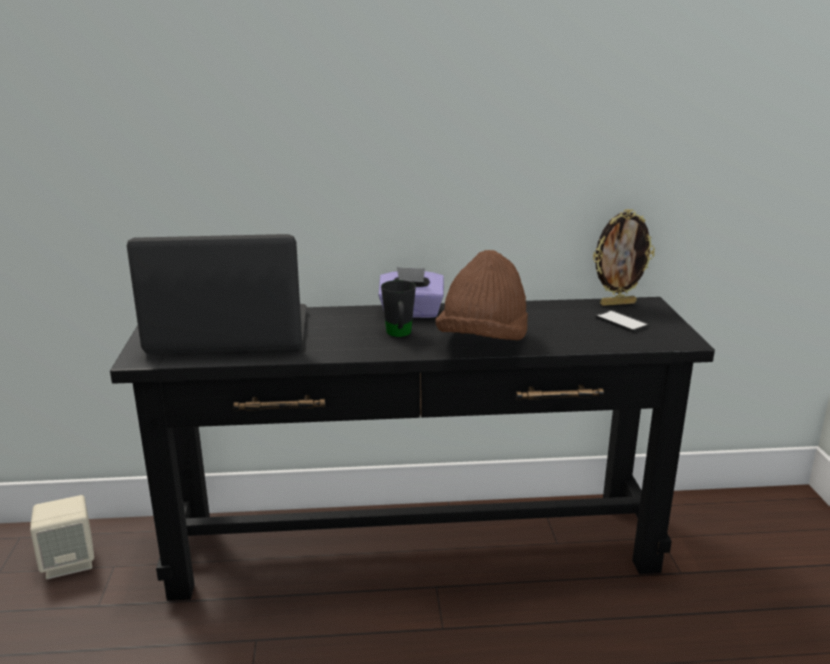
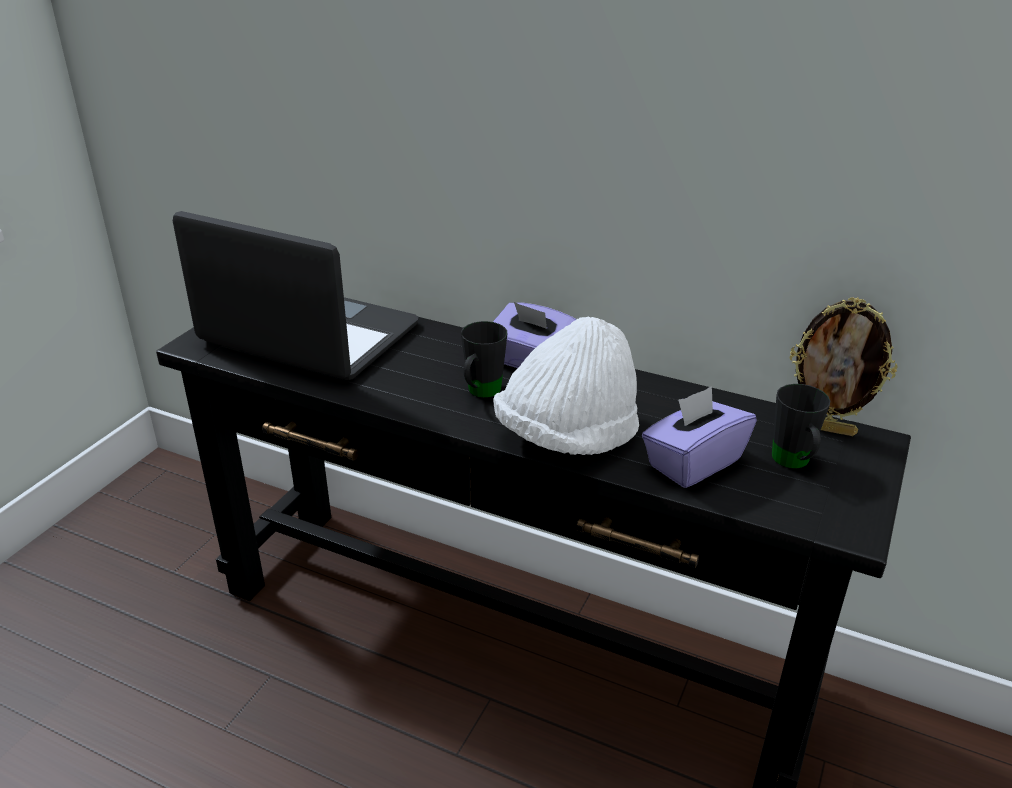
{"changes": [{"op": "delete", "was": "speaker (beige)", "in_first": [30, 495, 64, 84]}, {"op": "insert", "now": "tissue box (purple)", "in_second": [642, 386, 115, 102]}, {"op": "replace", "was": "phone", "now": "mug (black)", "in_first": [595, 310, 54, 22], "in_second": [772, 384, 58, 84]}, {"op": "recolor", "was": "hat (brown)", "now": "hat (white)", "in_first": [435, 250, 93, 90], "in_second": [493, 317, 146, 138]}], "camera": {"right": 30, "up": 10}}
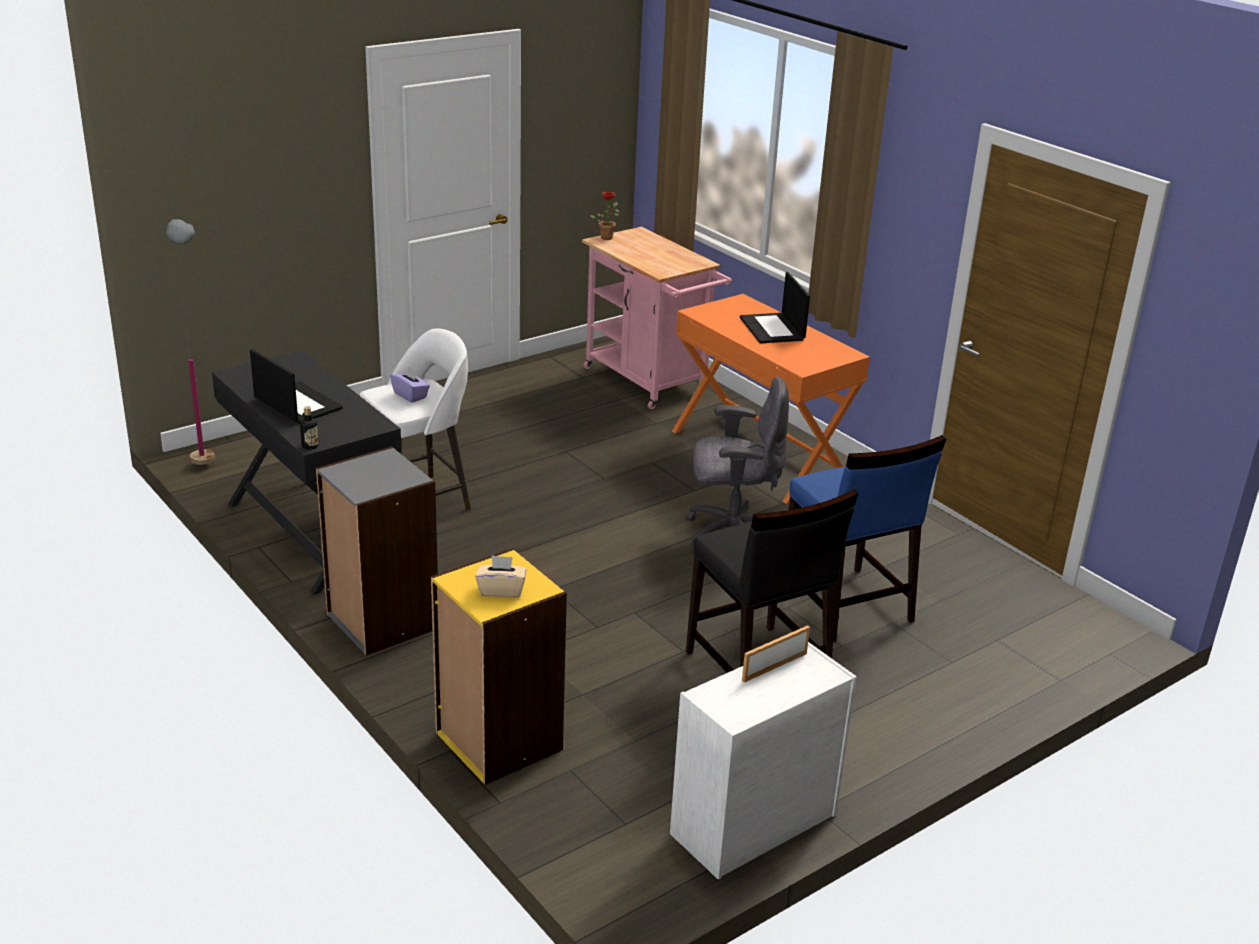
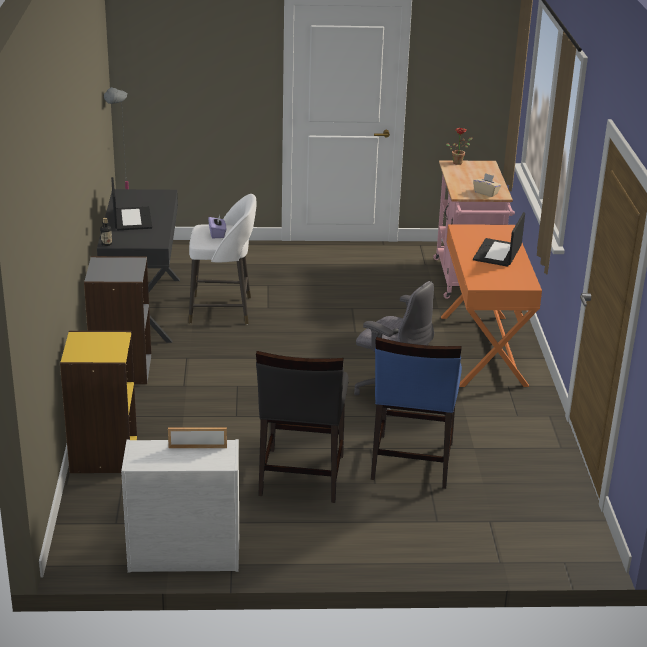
{"changes": [{"op": "move", "was": "tissue box (beige)", "in_first": [475, 555, 52, 43], "in_second": [473, 173, 28, 24]}], "camera": {"right": 35, "up": 0}}
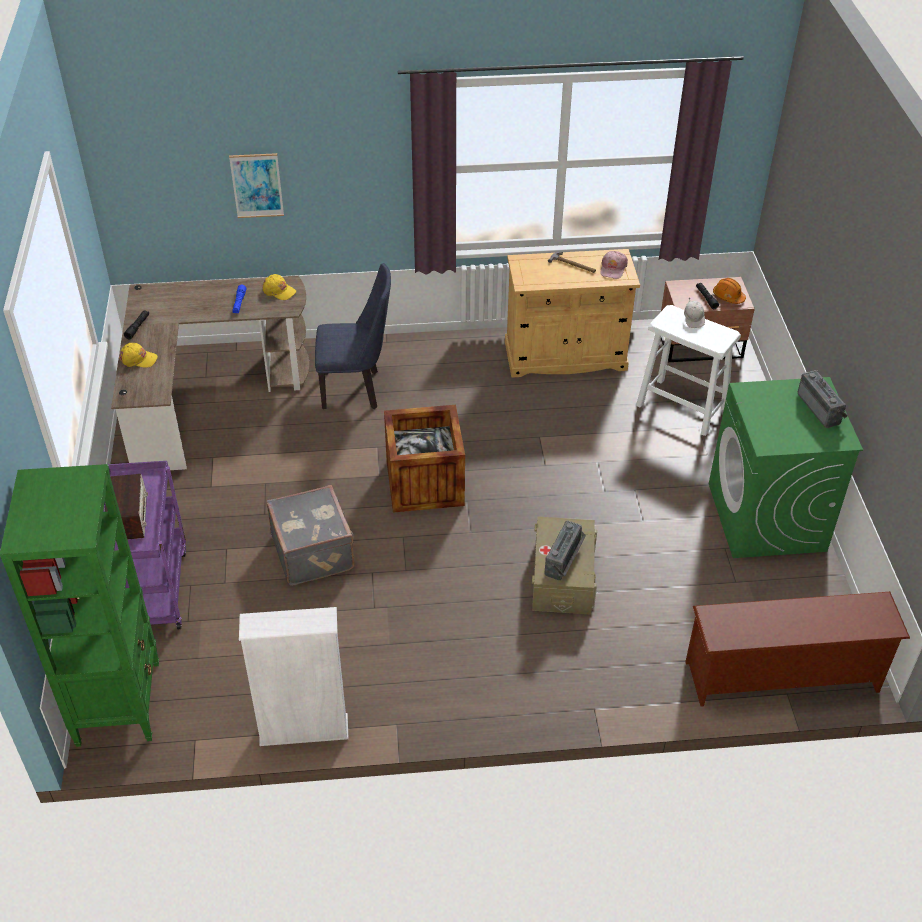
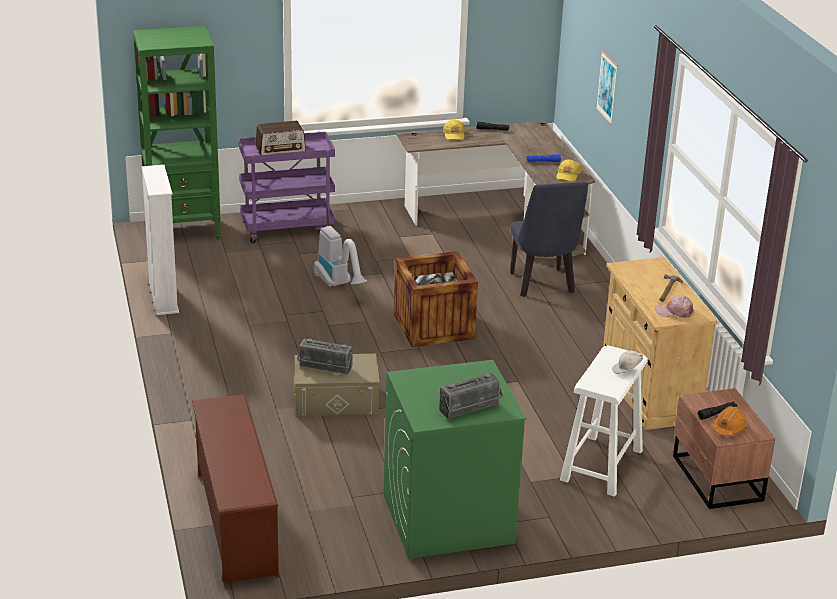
{"changes": [{"op": "replace", "was": "suitcase (grey)", "now": "vacuum cleaner", "in_first": [266, 485, 88, 101], "in_second": [314, 226, 53, 61]}], "camera": {"right": 80, "up": -15}}
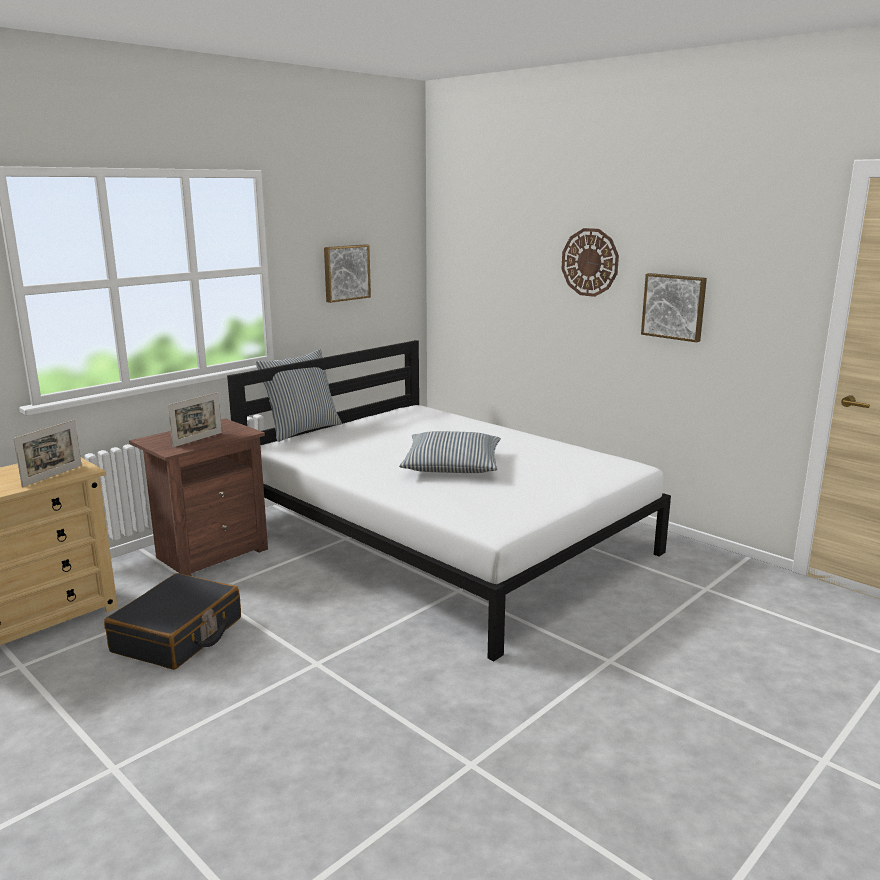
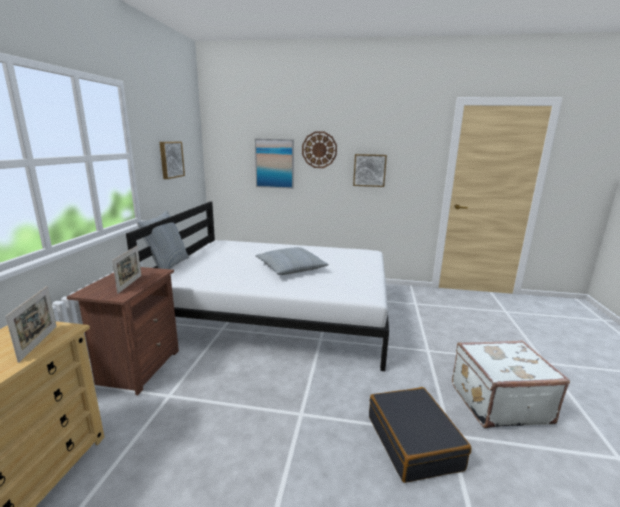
{"changes": [{"op": "insert", "now": "picture", "in_second": [255, 139, 39, 50]}, {"op": "insert", "now": "suitcase (white)", "in_second": [452, 340, 118, 88]}, {"op": "move", "was": "suitcase (black)", "in_first": [104, 573, 137, 97], "in_second": [369, 387, 102, 96]}], "camera": {"right": -35, "up": 0}}
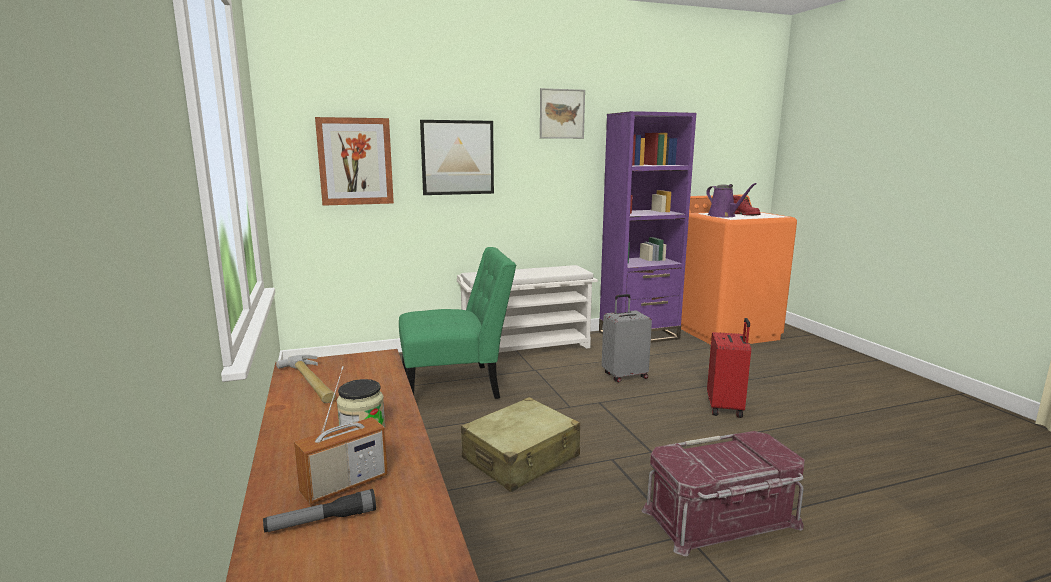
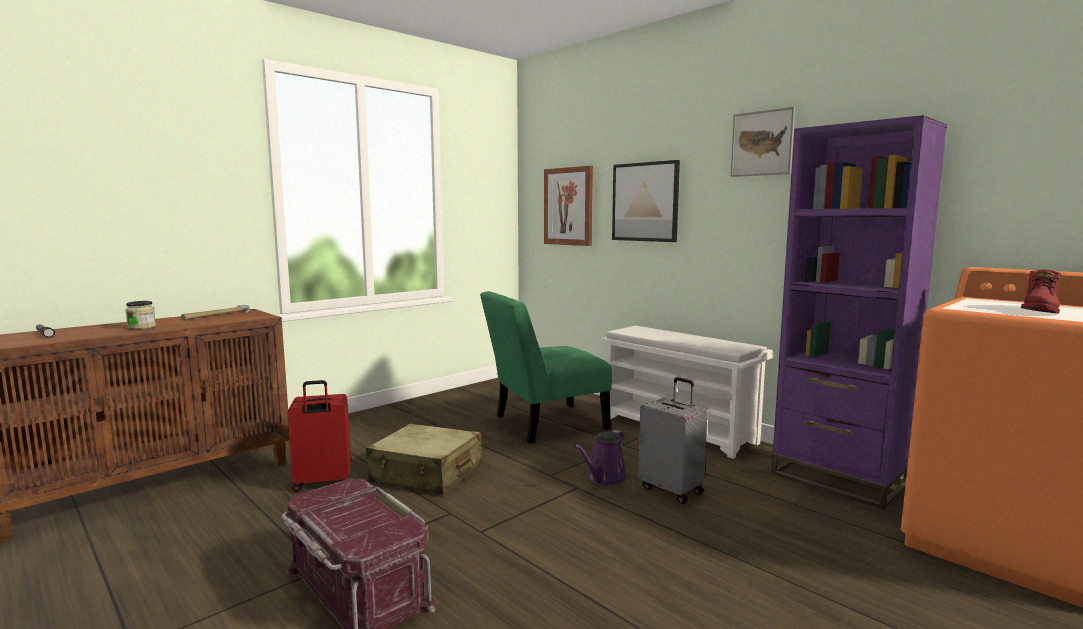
{"changes": [{"op": "delete", "was": "radio", "in_first": [294, 366, 94, 138]}, {"op": "move", "was": "watering can (purple)", "in_first": [706, 183, 51, 34], "in_second": [575, 430, 52, 56]}, {"op": "move", "was": "suitcase (red)", "in_first": [707, 318, 44, 100], "in_second": [287, 380, 64, 112]}, {"op": "rotate", "was": "chair (green)", "in_first": [399, 247, 117, 152], "in_second": [480, 291, 132, 153], "clockwise": 105}], "camera": {"right": 65, "up": -5}}
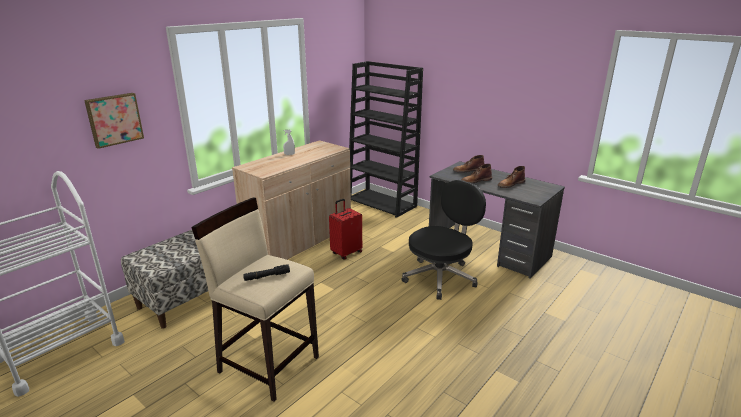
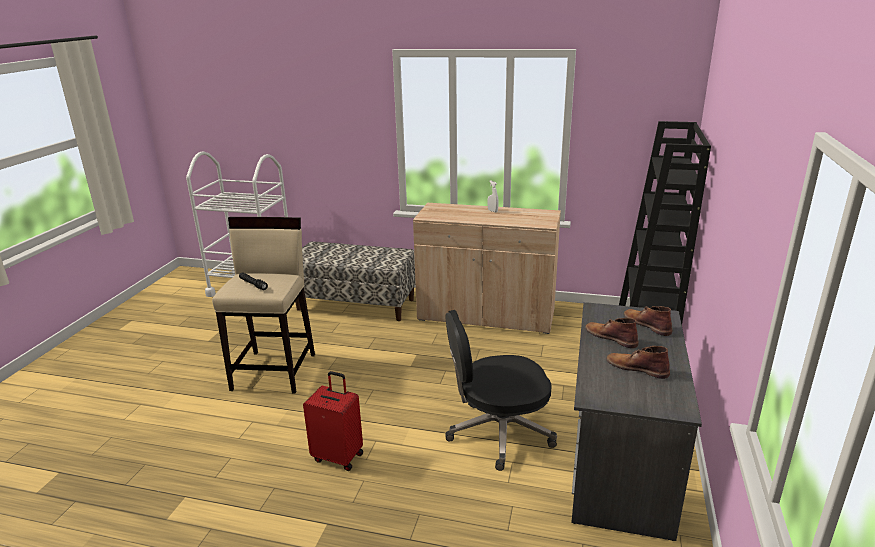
{"changes": [{"op": "delete", "was": "picture", "in_first": [84, 93, 60, 56]}, {"op": "move", "was": "suitcase (red)", "in_first": [329, 199, 33, 61], "in_second": [303, 371, 60, 100]}, {"op": "rotate", "was": "office chair (black)", "in_first": [402, 180, 84, 120], "in_second": [446, 310, 111, 161], "clockwise": 150}], "camera": {"right": 65, "up": 0}}
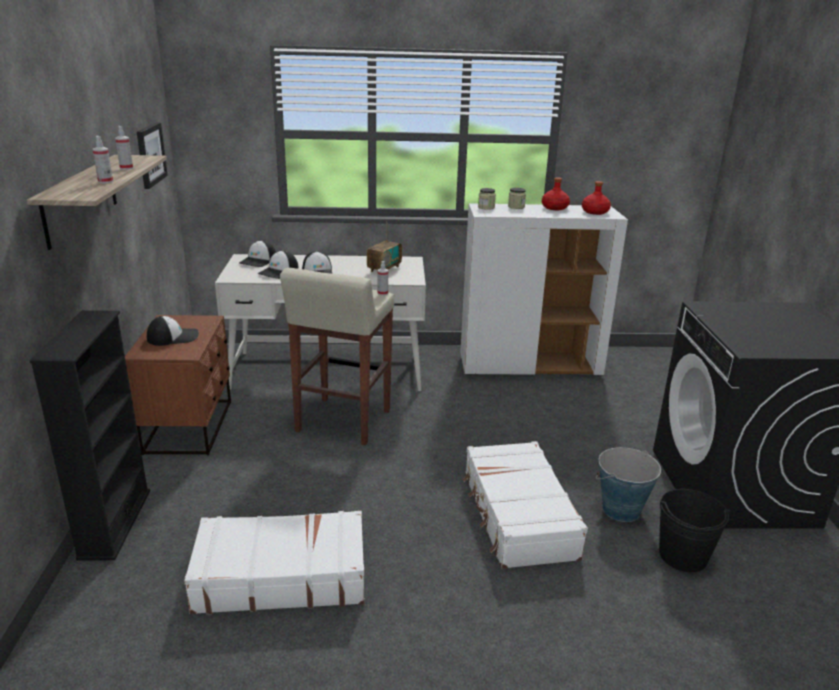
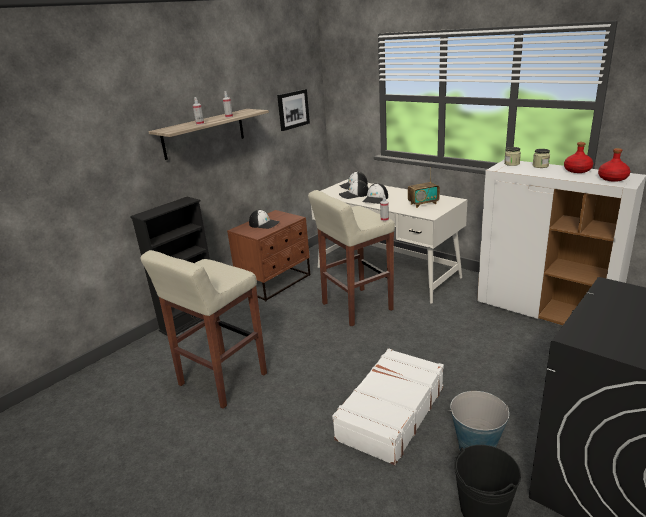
{"changes": [{"op": "replace", "was": "suitcase (white)", "now": "stool (beige)", "in_first": [184, 510, 181, 104], "in_second": [141, 250, 126, 159]}], "camera": {"right": 45, "up": 0}}
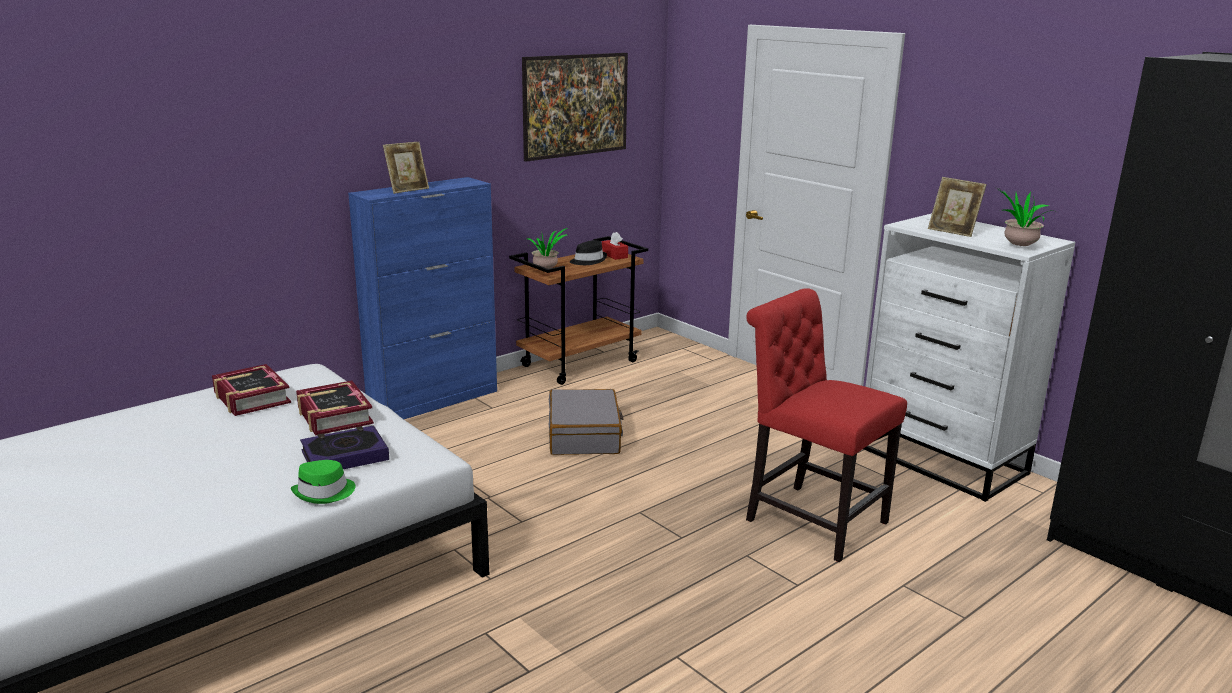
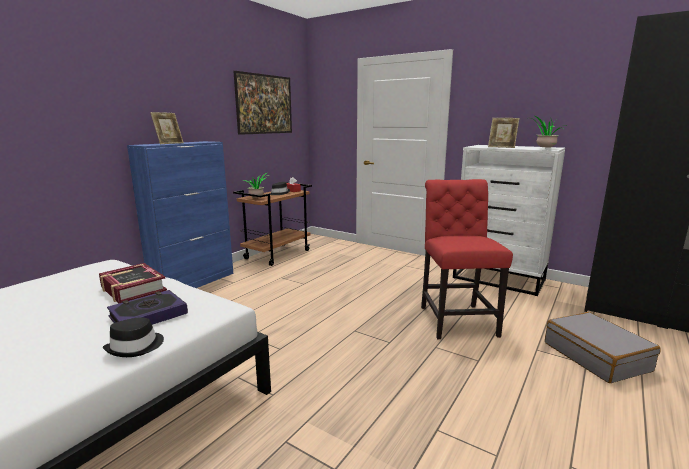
{"changes": [{"op": "delete", "was": "book", "in_first": [212, 364, 79, 52]}, {"op": "move", "was": "suitcase (grey)", "in_first": [549, 389, 75, 66], "in_second": [545, 312, 116, 71]}, {"op": "recolor", "was": "hat (green)", "now": "hat (black)", "in_first": [291, 460, 64, 44], "in_second": [103, 318, 61, 39]}, {"op": "rotate", "was": "chair (red)", "in_first": [746, 288, 161, 274], "in_second": [421, 179, 92, 160], "clockwise": 60}], "camera": {"right": -15, "up": -5}}
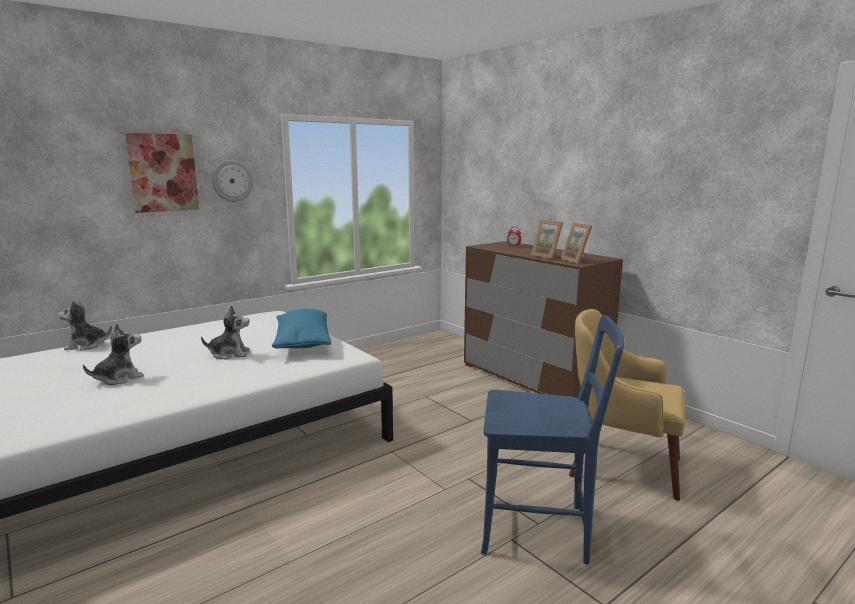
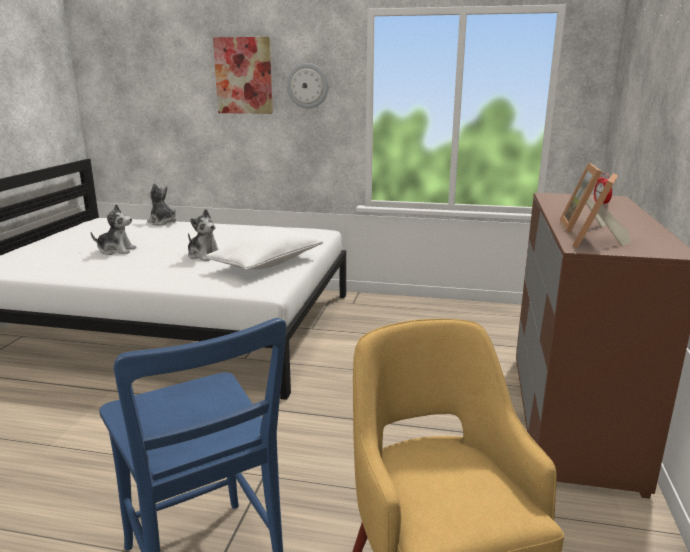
{"changes": [{"op": "recolor", "was": "pillow (blue)", "now": "pillow (white)", "in_first": [272, 309, 59, 39], "in_second": [206, 228, 117, 42]}], "camera": {"right": 50, "up": 5}}
